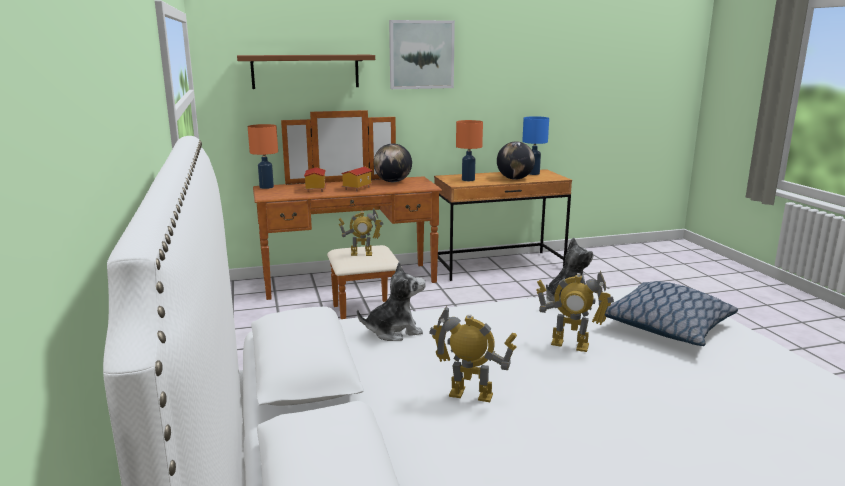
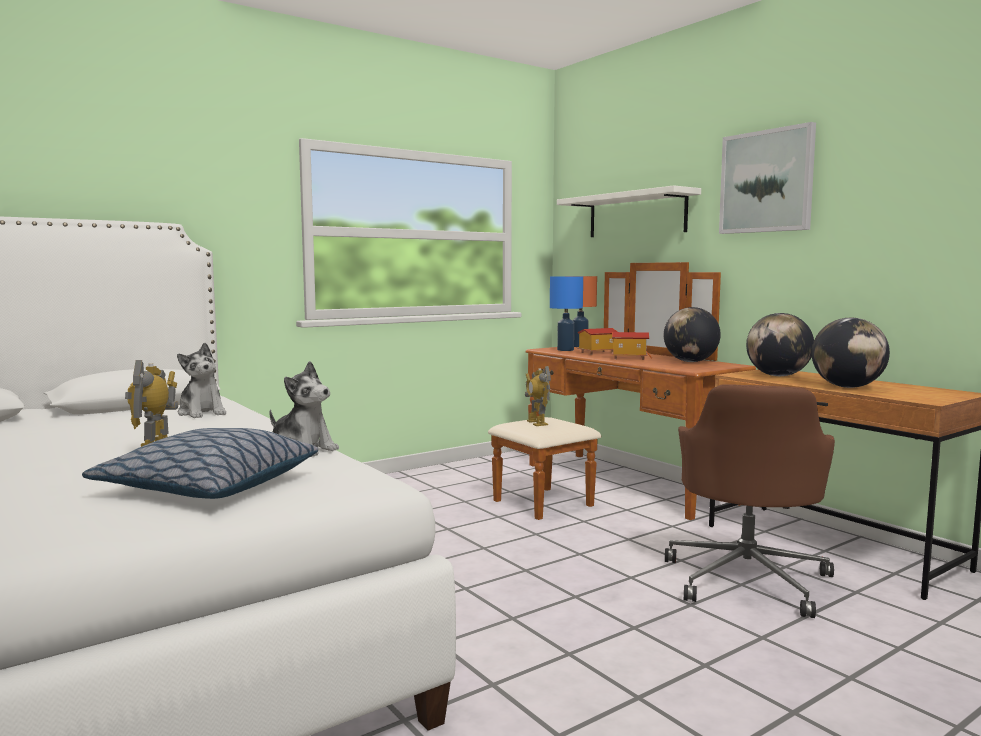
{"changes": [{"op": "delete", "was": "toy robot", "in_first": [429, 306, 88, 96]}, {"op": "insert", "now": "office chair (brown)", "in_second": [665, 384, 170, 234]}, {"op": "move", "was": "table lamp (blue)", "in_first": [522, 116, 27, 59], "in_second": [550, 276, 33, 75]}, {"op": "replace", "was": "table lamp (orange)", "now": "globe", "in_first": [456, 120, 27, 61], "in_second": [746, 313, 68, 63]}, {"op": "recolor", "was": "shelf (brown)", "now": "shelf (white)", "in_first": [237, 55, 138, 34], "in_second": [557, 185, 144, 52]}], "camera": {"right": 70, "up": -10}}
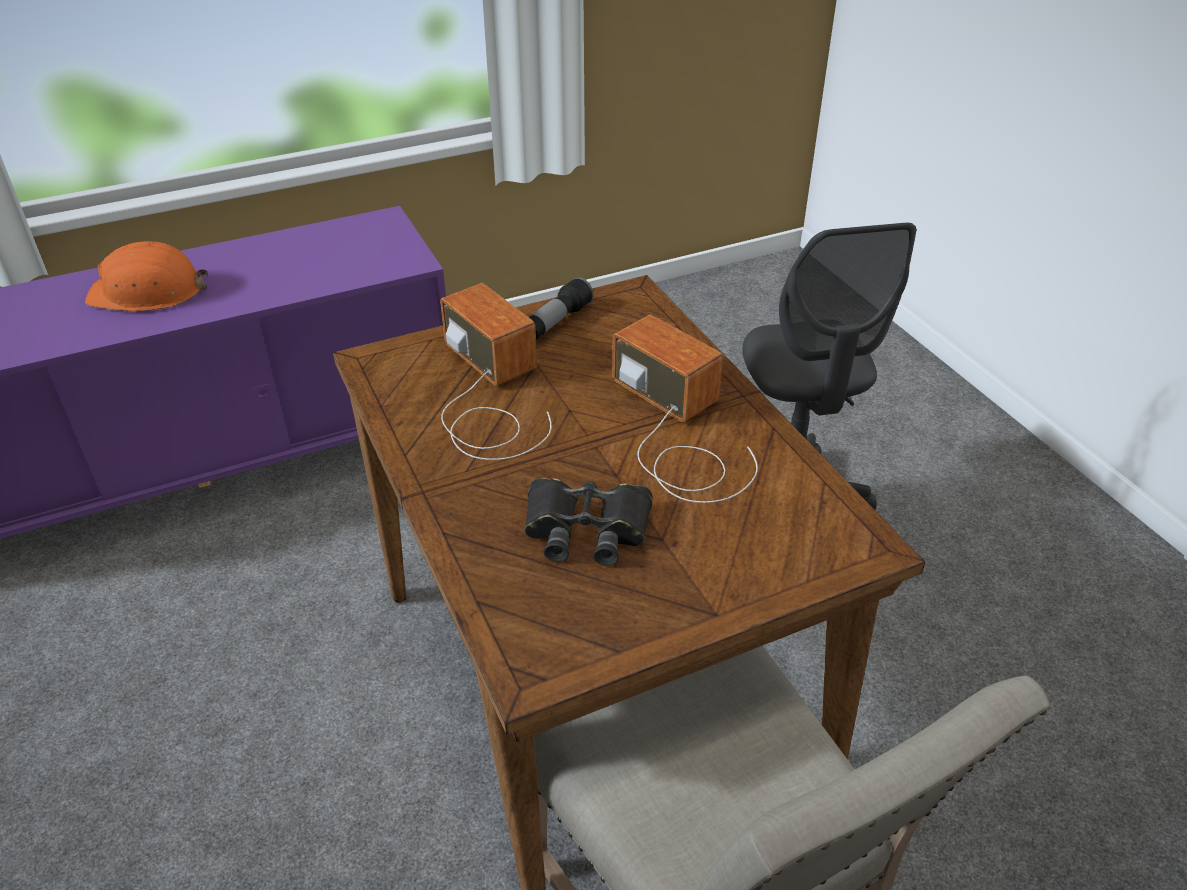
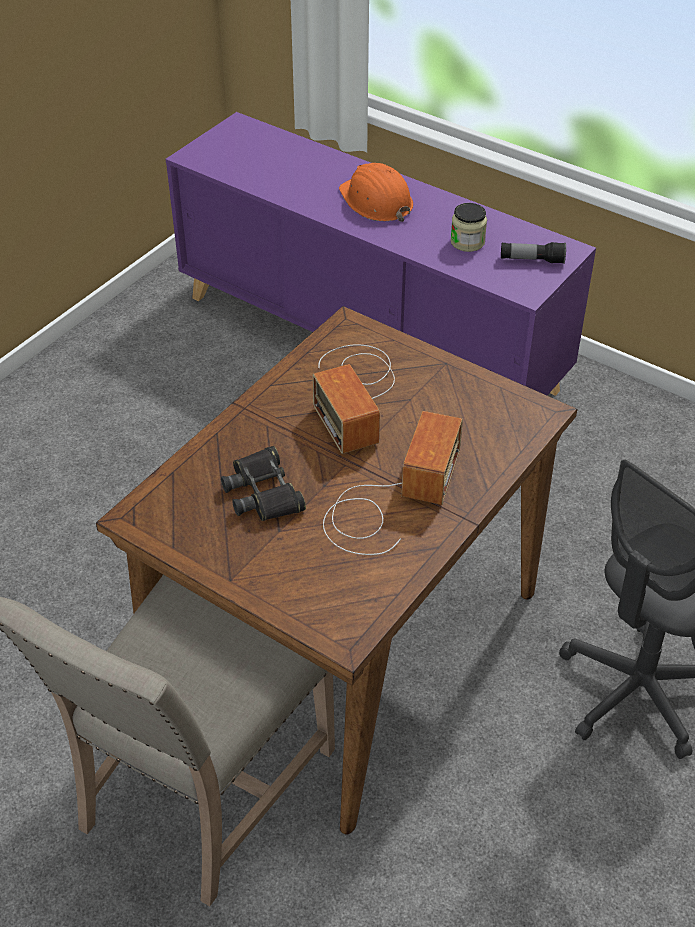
{"changes": [{"op": "insert", "now": "jar", "in_second": [450, 203, 37, 49]}, {"op": "move", "was": "flashlight", "in_first": [529, 277, 65, 63], "in_second": [501, 242, 65, 22]}, {"op": "rotate", "was": "radio", "in_first": [440, 283, 112, 177], "in_second": [312, 344, 83, 110], "clockwise": 135}], "camera": {"right": 60, "up": 5}}
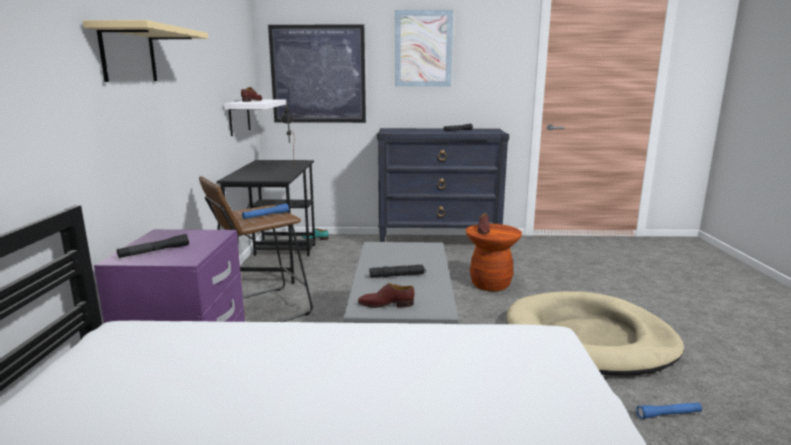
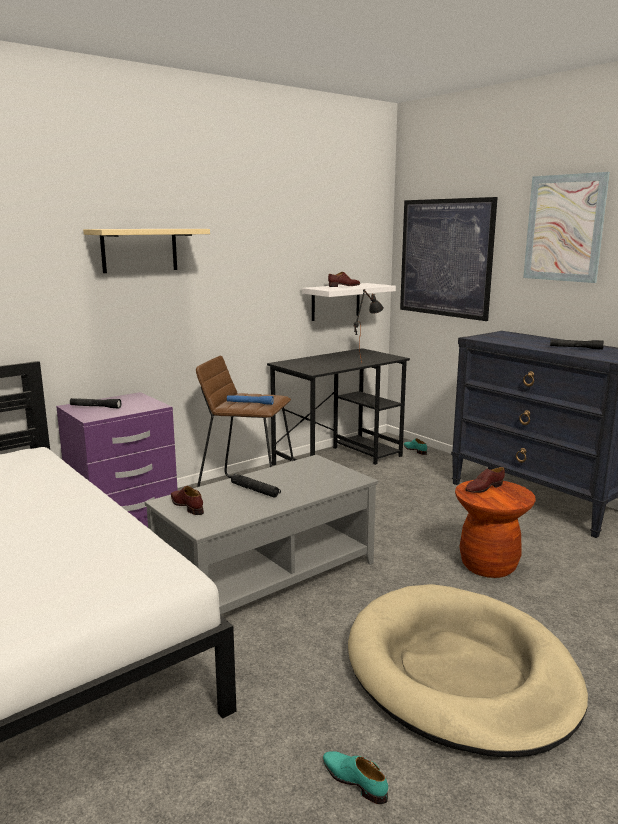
{"changes": [{"op": "replace", "was": "flashlight (blue)", "now": "shoe (turquoise)", "in_first": [636, 402, 66, 17], "in_second": [322, 751, 66, 53]}], "camera": {"right": 50, "up": 0}}
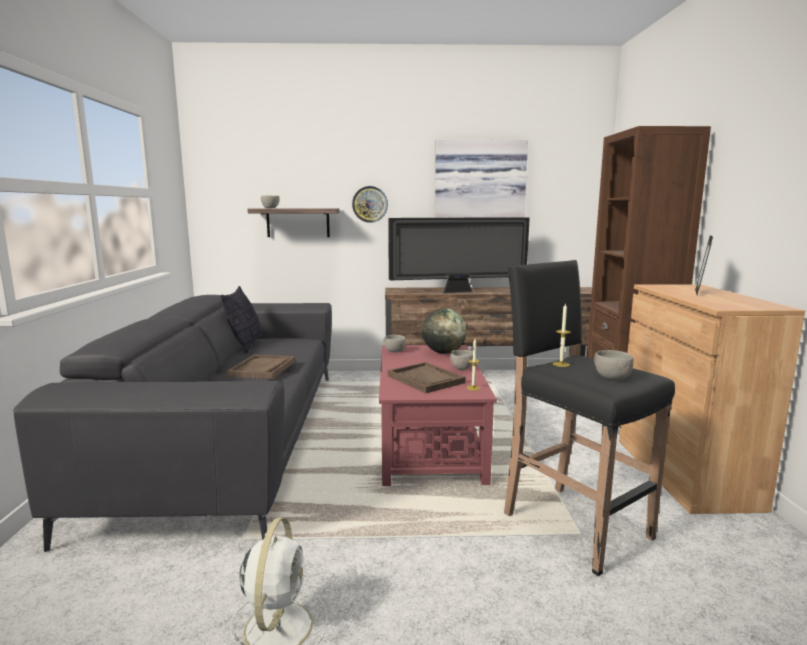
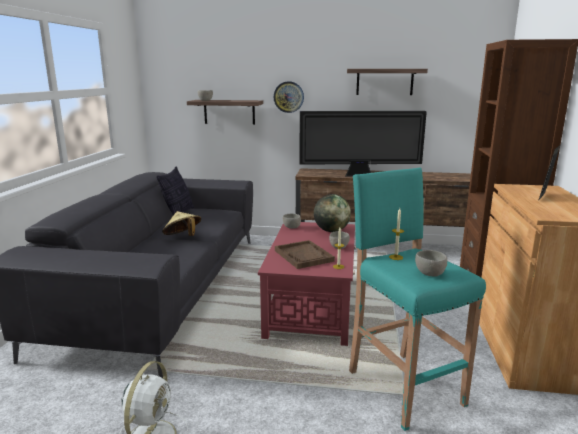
{"changes": [{"op": "replace", "was": "tray (brown)", "now": "hat (beige)", "in_first": [227, 354, 68, 25], "in_second": [162, 211, 39, 25]}, {"op": "replace", "was": "picture", "now": "shelf", "in_first": [435, 139, 93, 79], "in_second": [347, 69, 81, 26]}, {"op": "recolor", "was": "stool (black)", "now": "stool (turquoise)", "in_first": [504, 260, 171, 316], "in_second": [349, 168, 137, 263]}], "camera": {"right": 10, "up": 5}}
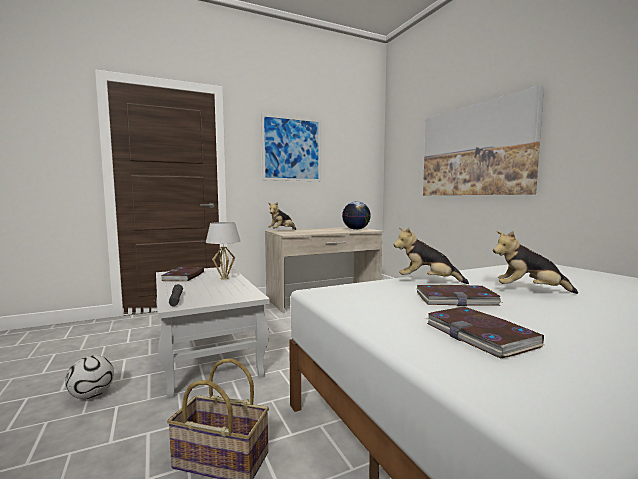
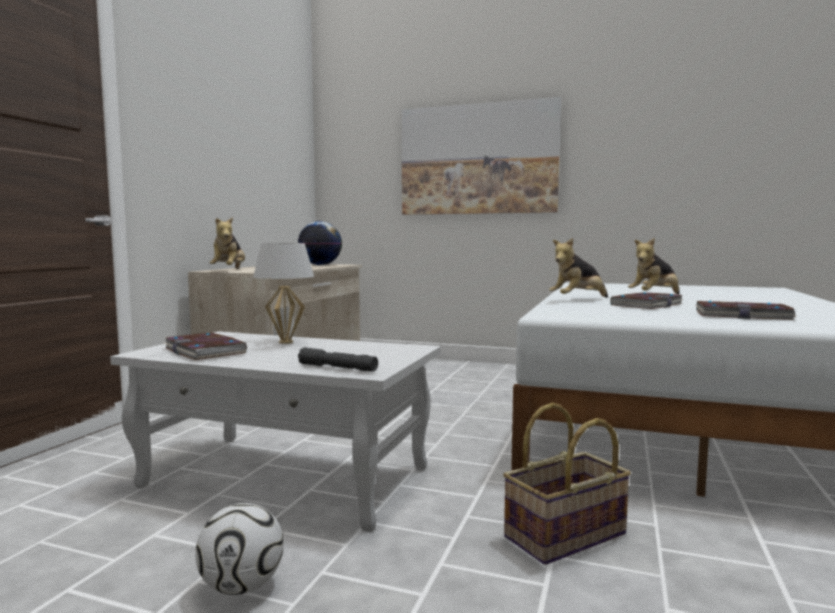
{"changes": [{"op": "delete", "was": "picture", "in_first": [261, 114, 60, 67]}], "camera": {"right": -45, "up": 0}}
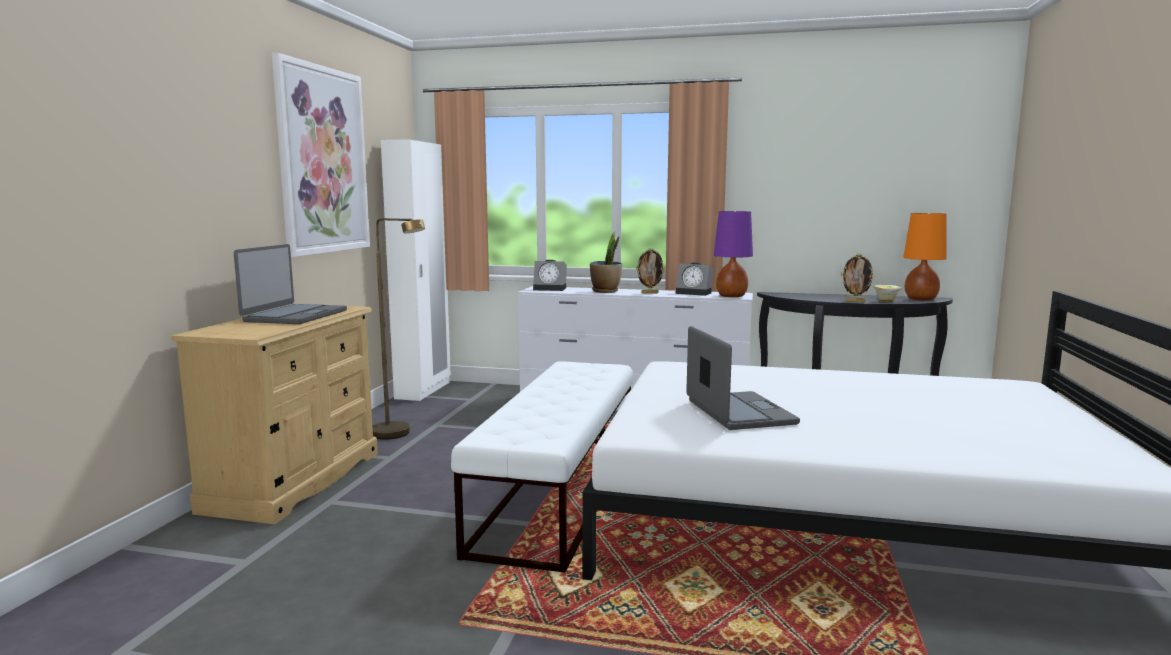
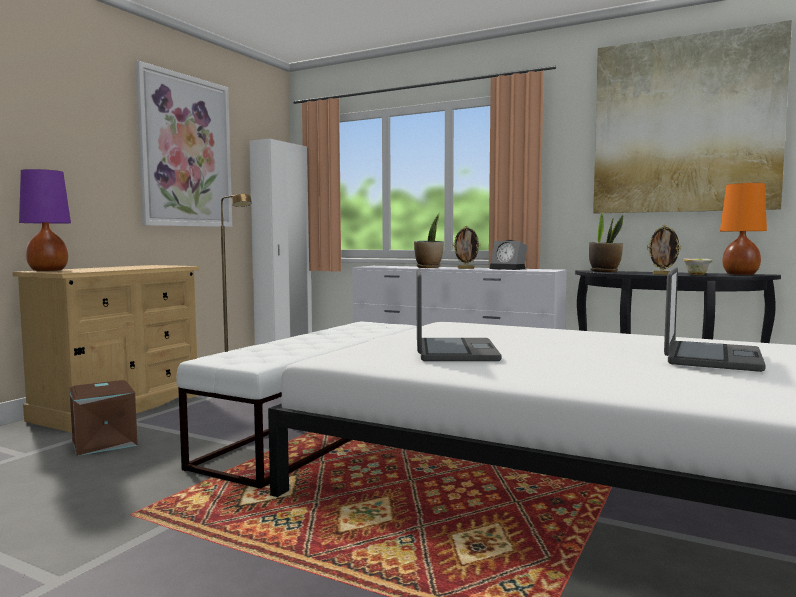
{"changes": [{"op": "delete", "was": "alarm clock", "in_first": [533, 260, 34, 31]}, {"op": "insert", "now": "storage box (brown)", "in_second": [69, 380, 69, 76]}, {"op": "insert", "now": "potted plant", "in_second": [589, 211, 35, 61]}, {"op": "insert", "now": "picture", "in_second": [593, 20, 199, 193]}, {"op": "move", "was": "laptop", "in_first": [234, 244, 113, 80], "in_second": [664, 267, 102, 105]}, {"op": "move", "was": "table lamp (purple)", "in_first": [714, 211, 39, 86], "in_second": [19, 169, 52, 102]}], "camera": {"right": 15, "up": -5}}
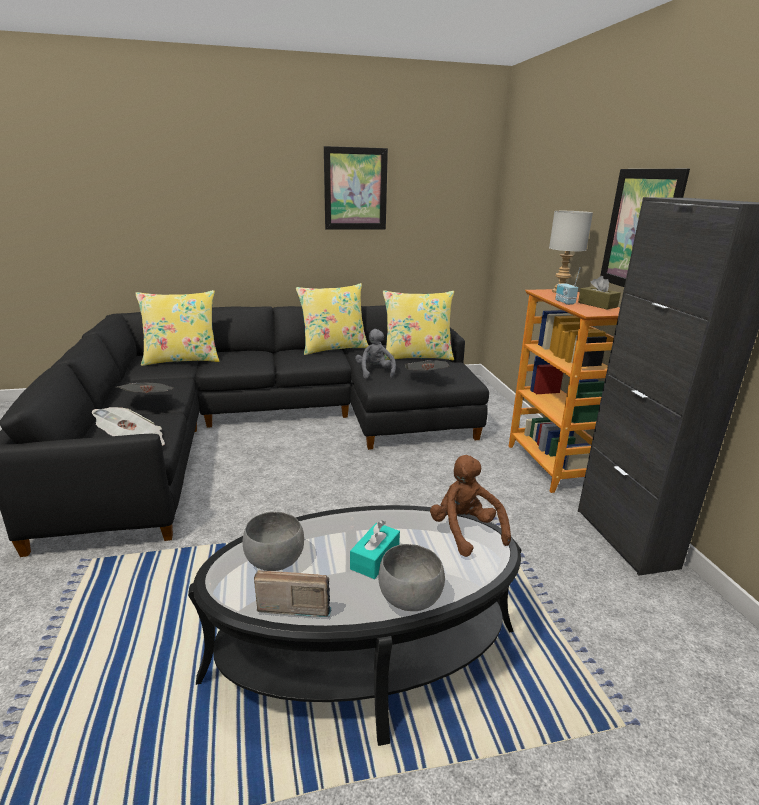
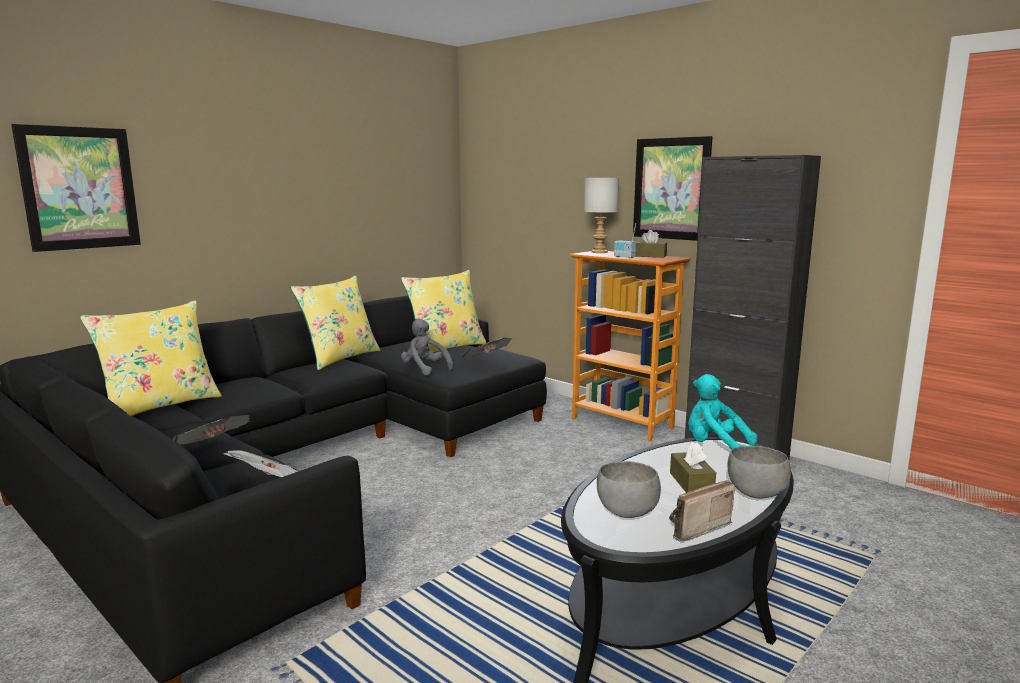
{"changes": [{"op": "move", "was": "picture", "in_first": [324, 146, 64, 83], "in_second": [11, 124, 130, 128]}, {"op": "recolor", "was": "tissue box (turquoise)", "now": "tissue box (brown)", "in_first": [350, 520, 50, 59], "in_second": [670, 442, 46, 51]}, {"op": "recolor", "was": "plush toy (brown)", "now": "plush toy (turquoise)", "in_first": [430, 455, 81, 102], "in_second": [688, 374, 70, 76]}], "camera": {"right": -35, "up": -10}}
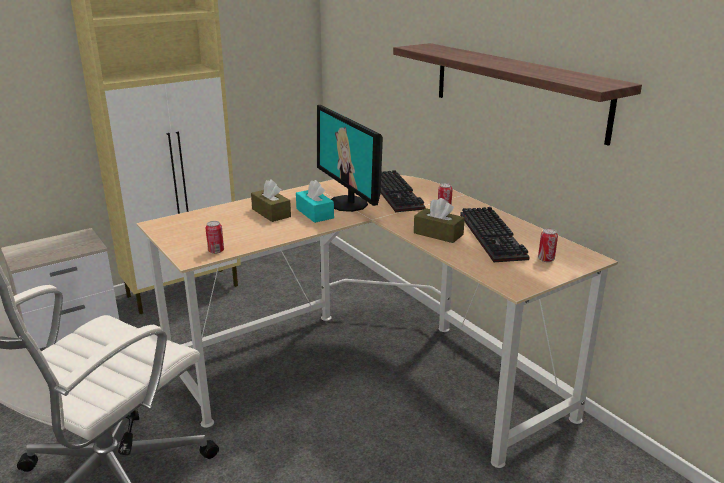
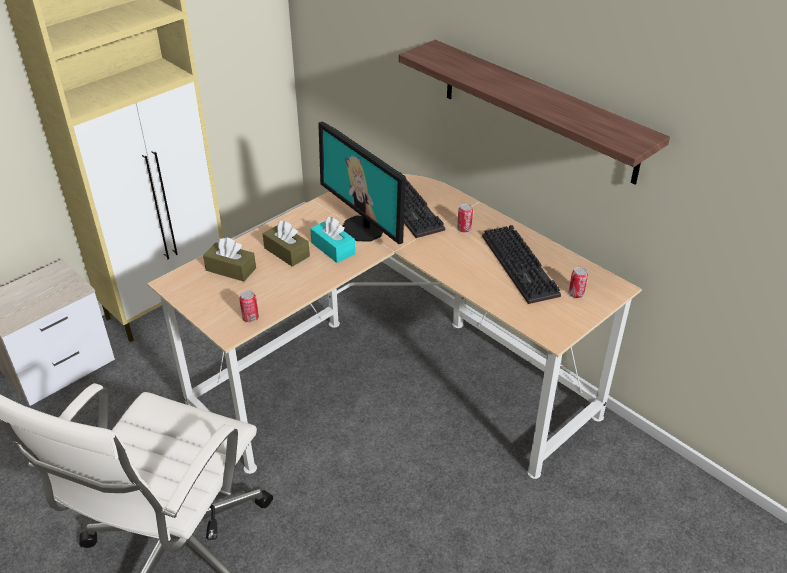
{"changes": [{"op": "move", "was": "tissue box (brown)", "in_first": [414, 198, 51, 45], "in_second": [203, 237, 53, 44]}], "camera": {"right": -10, "up": 15}}
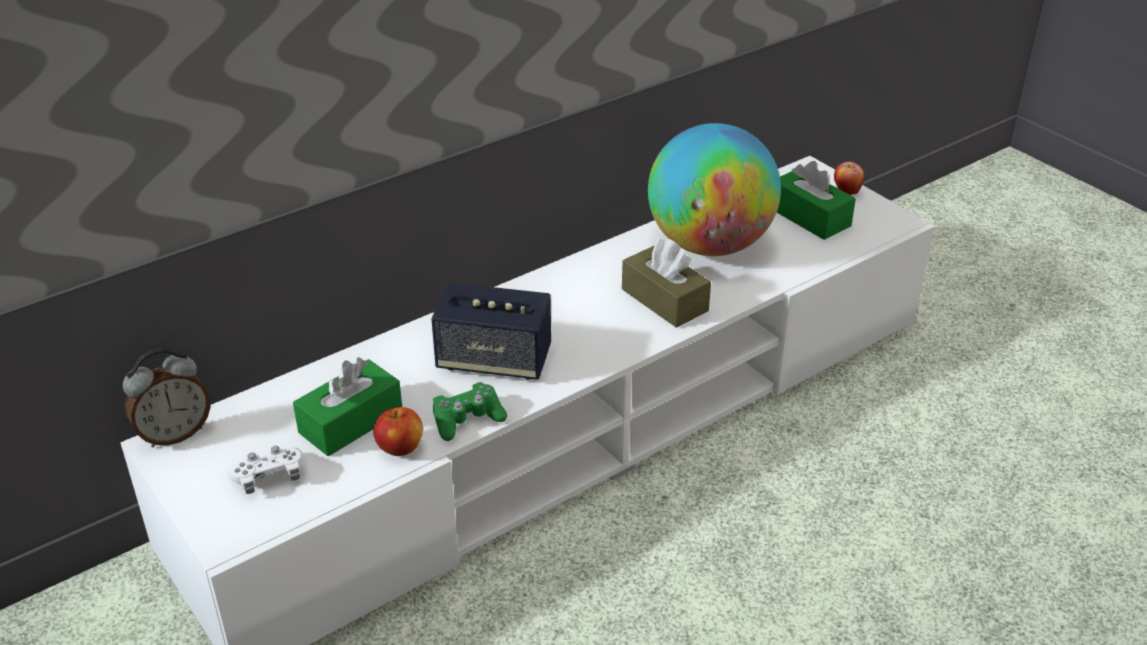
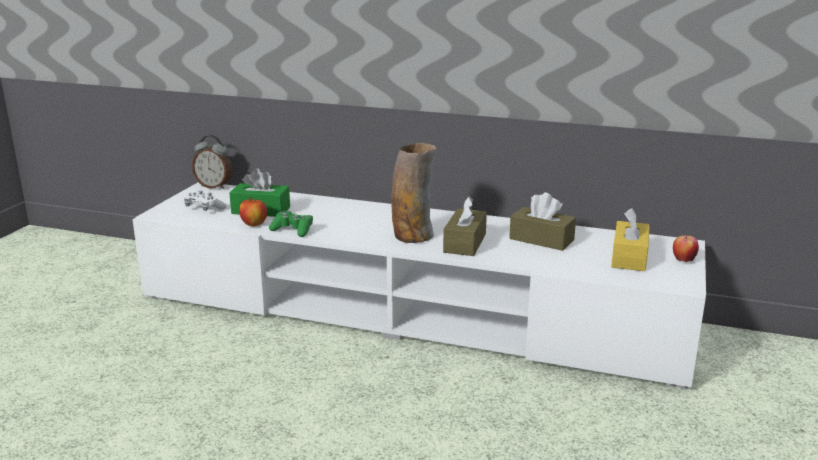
{"changes": [{"op": "delete", "was": "speaker", "in_first": [431, 283, 120, 97]}, {"op": "insert", "now": "vase", "in_second": [391, 143, 45, 100]}, {"op": "replace", "was": "globe", "now": "tissue box (brown)", "in_first": [648, 123, 133, 133], "in_second": [509, 192, 67, 59]}, {"op": "recolor", "was": "tissue box (green)", "now": "tissue box (yellow)", "in_first": [777, 161, 79, 79], "in_second": [611, 208, 39, 63]}], "camera": {"right": 55, "up": -15}}
